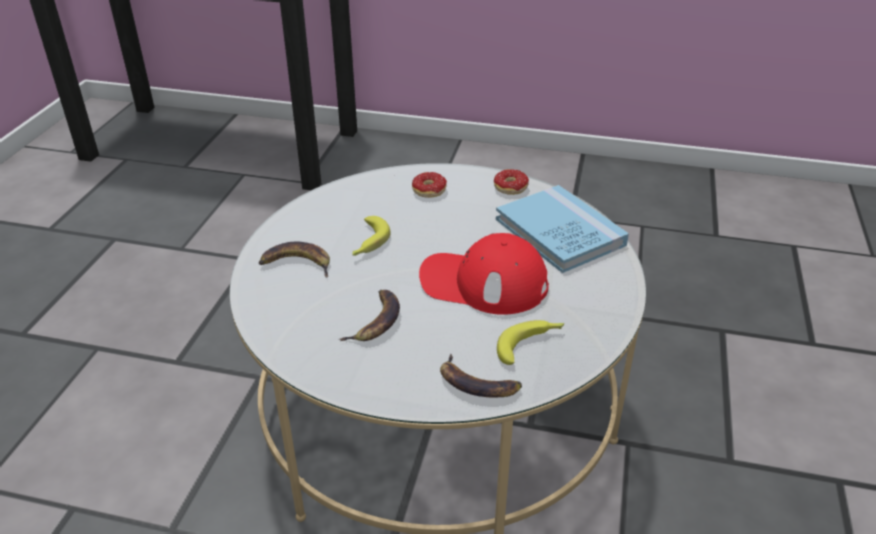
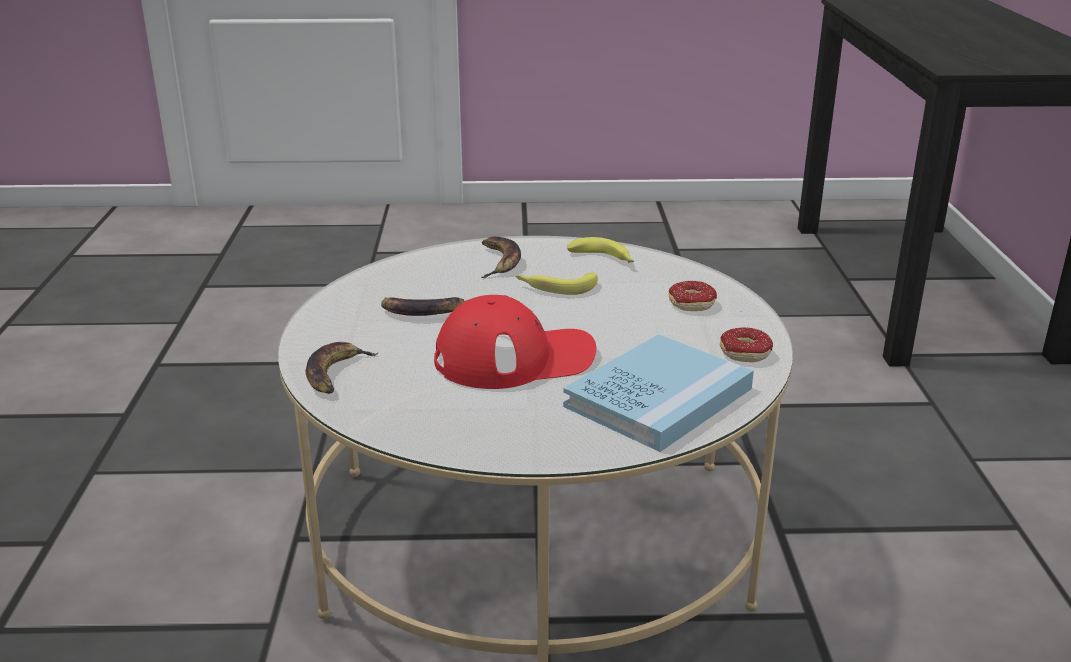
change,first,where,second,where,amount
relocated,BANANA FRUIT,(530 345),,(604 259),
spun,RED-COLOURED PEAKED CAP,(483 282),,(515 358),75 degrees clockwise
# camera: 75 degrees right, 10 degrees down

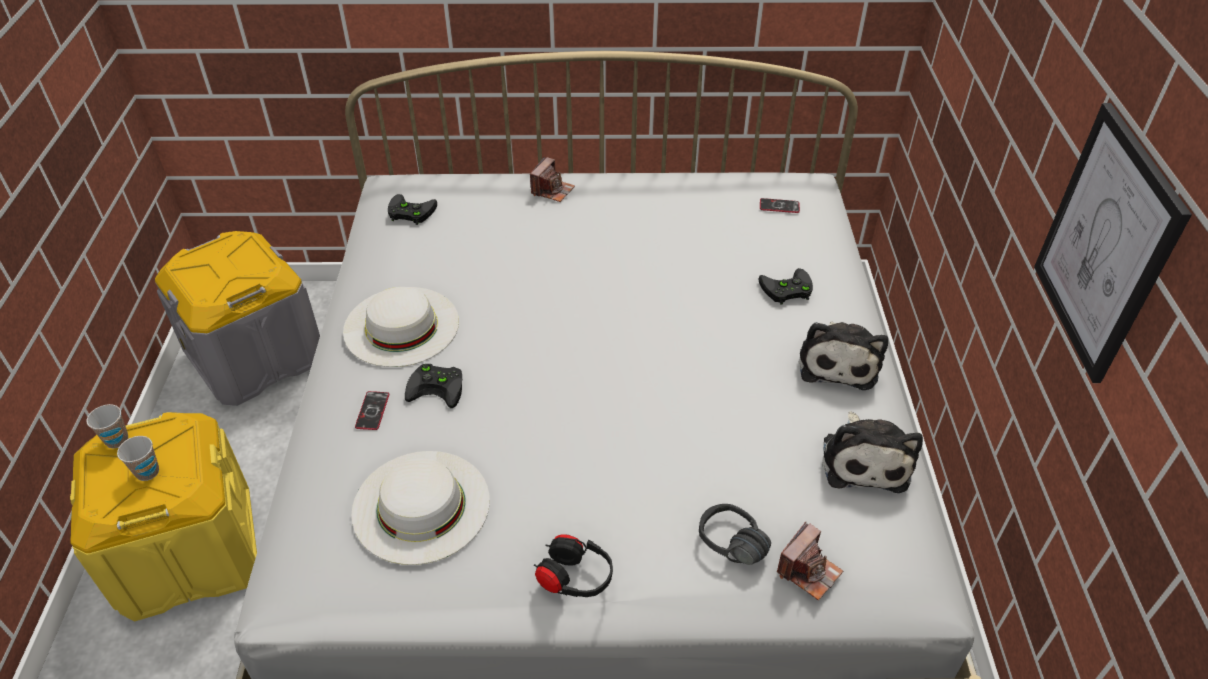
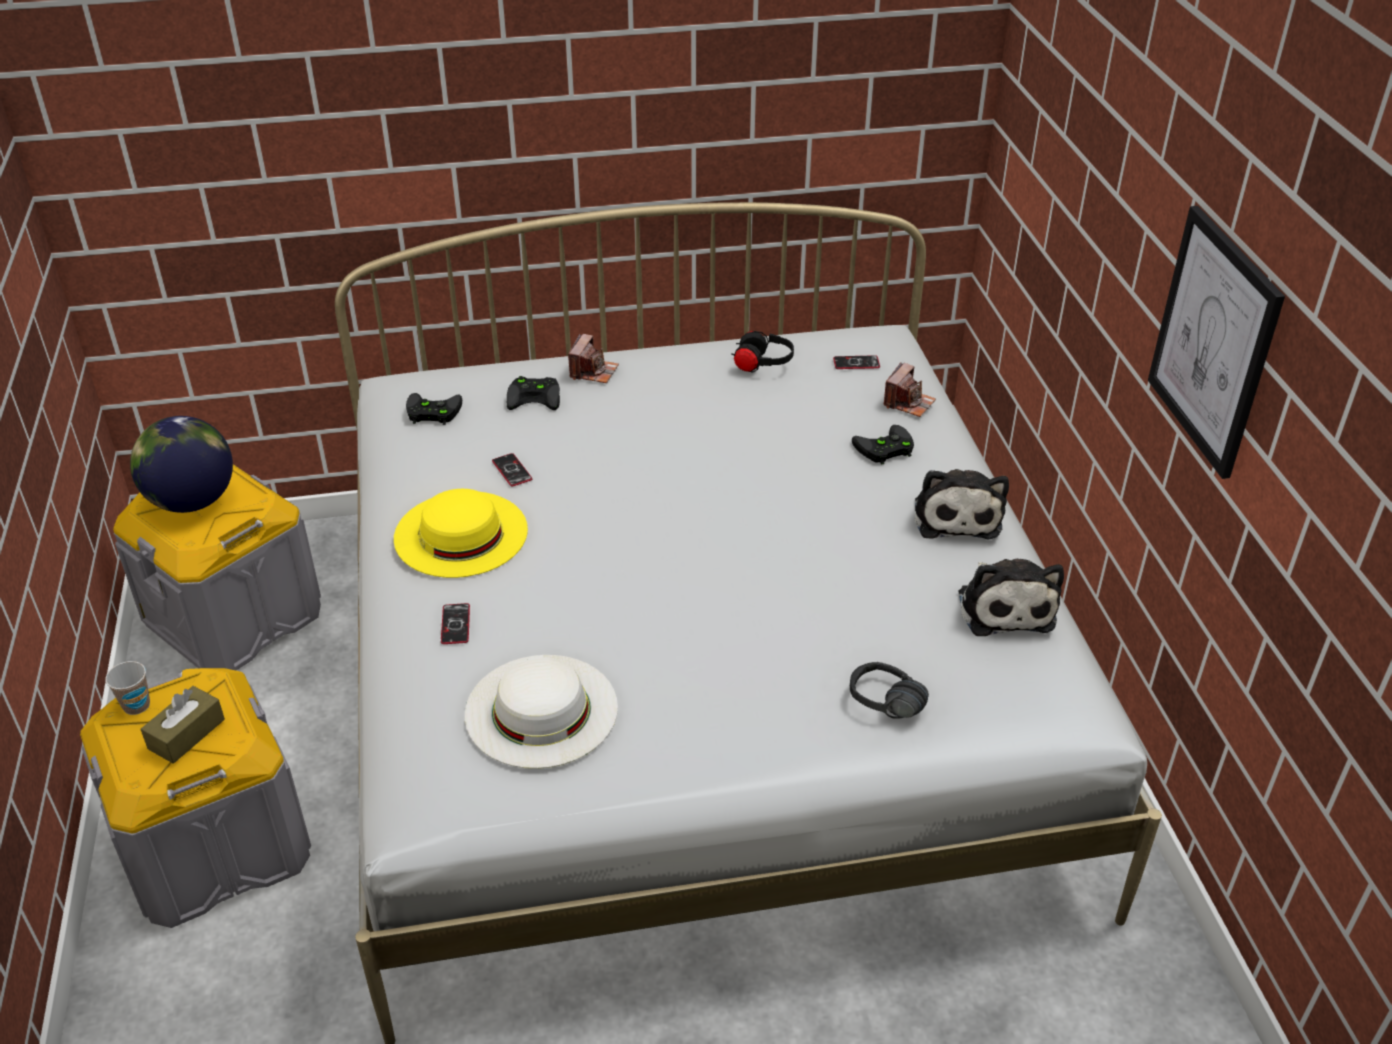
change,first,where,second,where,amount
appeared,,,GLOBE,(192 501),
appeared,,,HANDSET,(512 470),
relocated,BLACK-COLOURED GAMEPAD,(438 387),,(536 396),
relocated,BLACK-COLOURED HEADPHONES,(574 579),,(762 365),
relocated,PHOTO CAMERA,(808 571),,(908 403),
exchanged,SMALL CUP,(147 472),BROWNISH BOX OF TISSUES,(186 734),
colour,YELLOW STORAGE BIN,(188 552),GREY STORAGE BIN,(214 845),
colour,WHITISH WEARABLE HAT,(401 326),YELLOW WEARABLE HAT,(461 534),
# camera: 10 degrees left, 5 degrees down

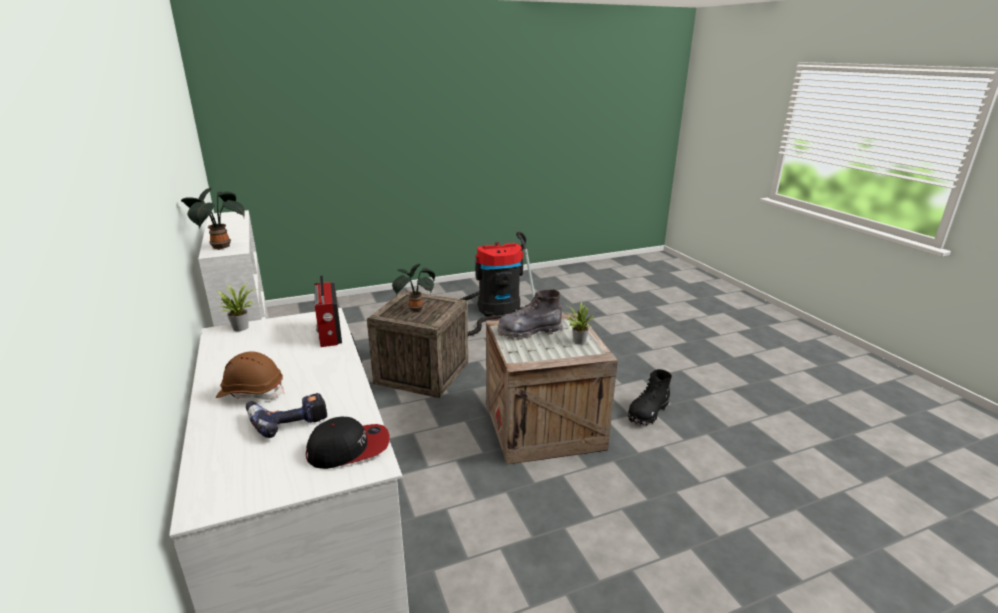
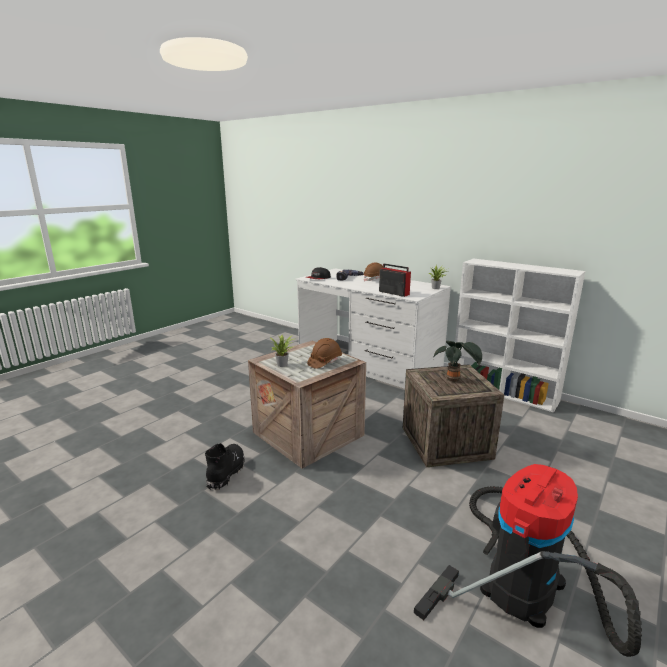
change,first,where,second,where,amount
missing,PLANT IN A POT,(219 247),,,
exchanged,GREY BOOT,(529 332),BROWNISH HARD HAT,(324 362),
# camera: 150 degrees right, 5 degrees down

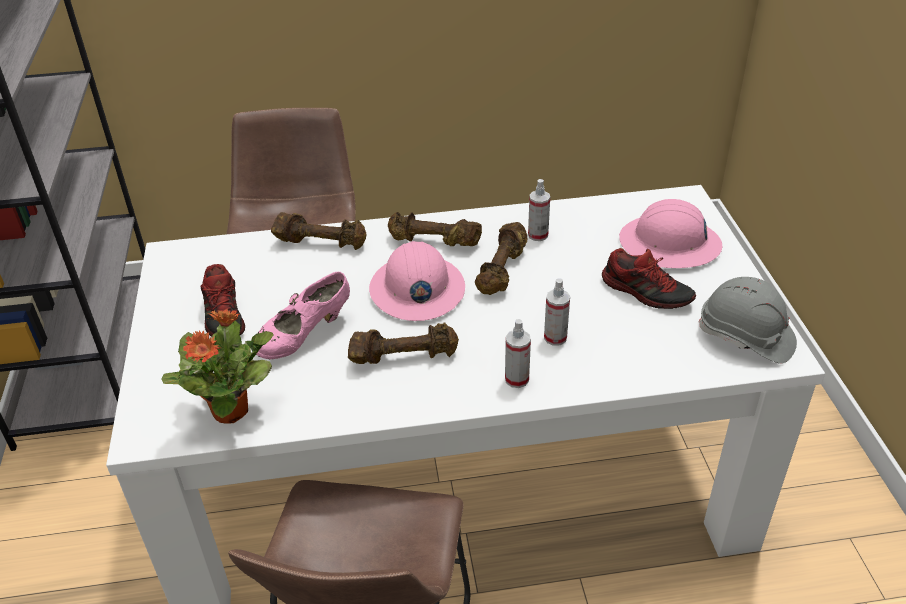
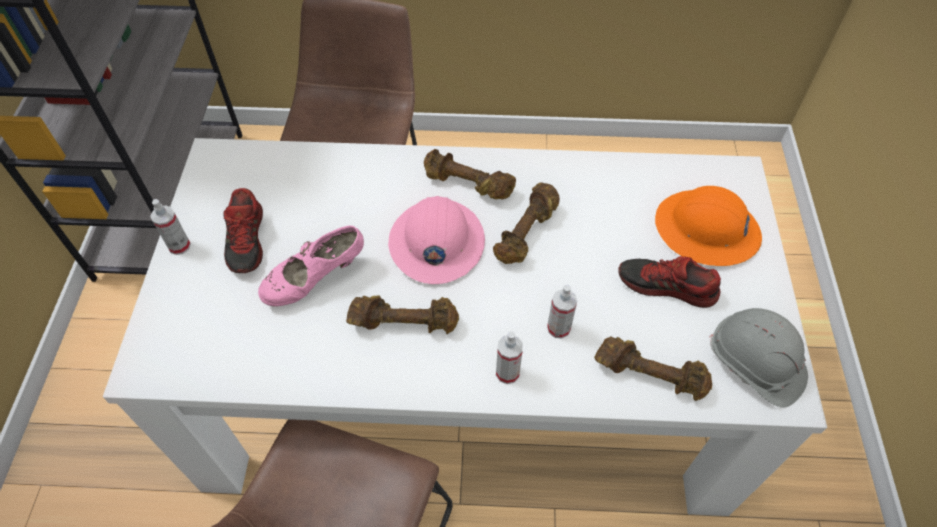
change,first,where,second,where,amount
missing,PLANT IN A POT,(231 410),,,
relocated,BROWNISH HAND WEIGHT,(321 242),,(650 374),
relocated,SPRAY BOTTLE,(538 235),,(179 246),
colour,PINKISH HARD HAT,(669 244),ORANGE HARD HAT,(706 230),
spun,LOW SHOE,(646 292),,(666 287),150 degrees clockwise
# camera: 10 degrees right, 15 degrees up

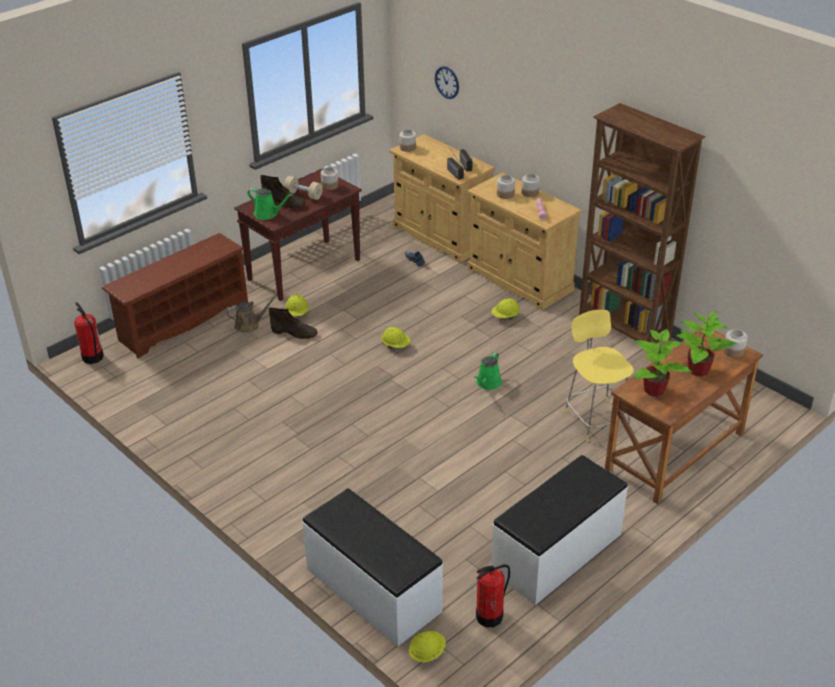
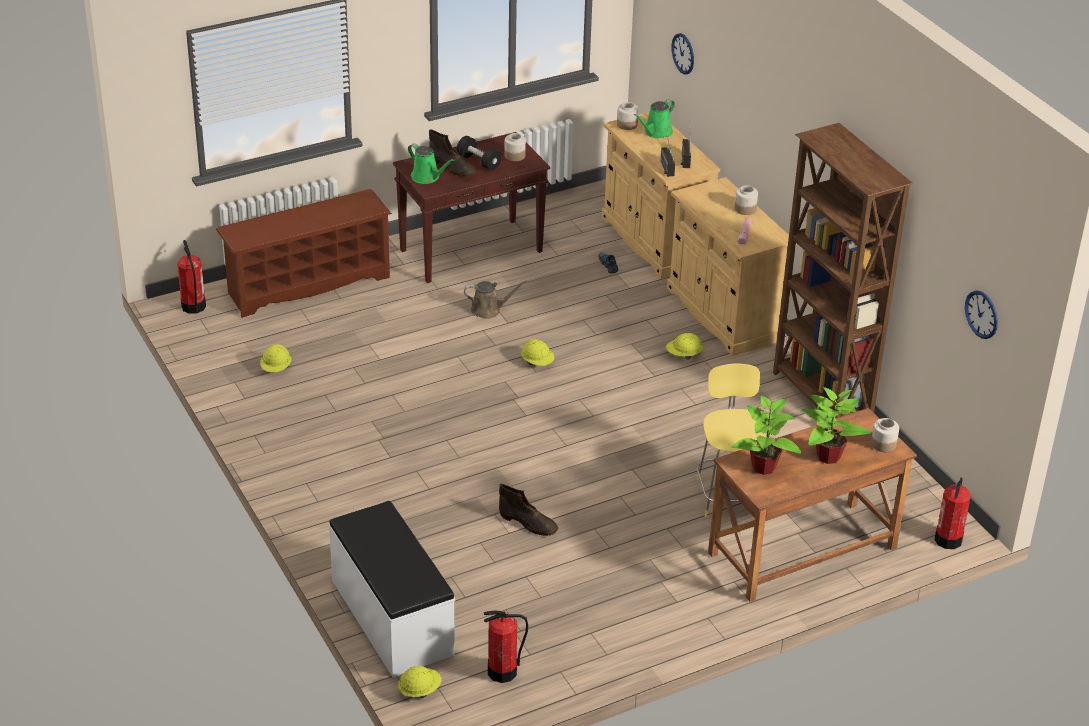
change,first,where,second,where,amount
missing,WHITISH LONG SEAT,(558 553),,,
missing,STORAGE JAR,(505 194),,,
appeared,,,EXTINGUISHER,(948 539),
appeared,,,CLOCK ON THE WALL,(981 314),
relocated,BROWNISH WATERING CAN,(249 325),,(489 310),
relocated,BROWNISH BOOT,(294 333),,(528 523),
relocated,YELLOW HARD HAT,(297 313),,(276 368),
relocated,GREENISH WATERING CAN,(487 383),,(656 132),
colour,BEIGE-COLOURED HAND WEIGHT,(303 195),BLACK-COLOURED HAND WEIGHT,(479 161),
# camera: 15 degrees right, 0 degrees up

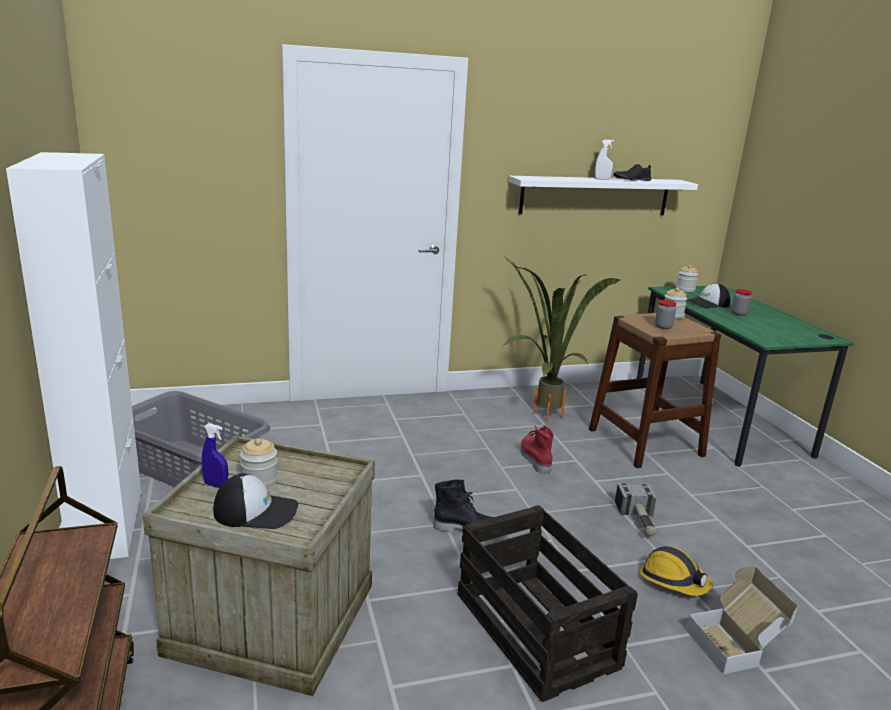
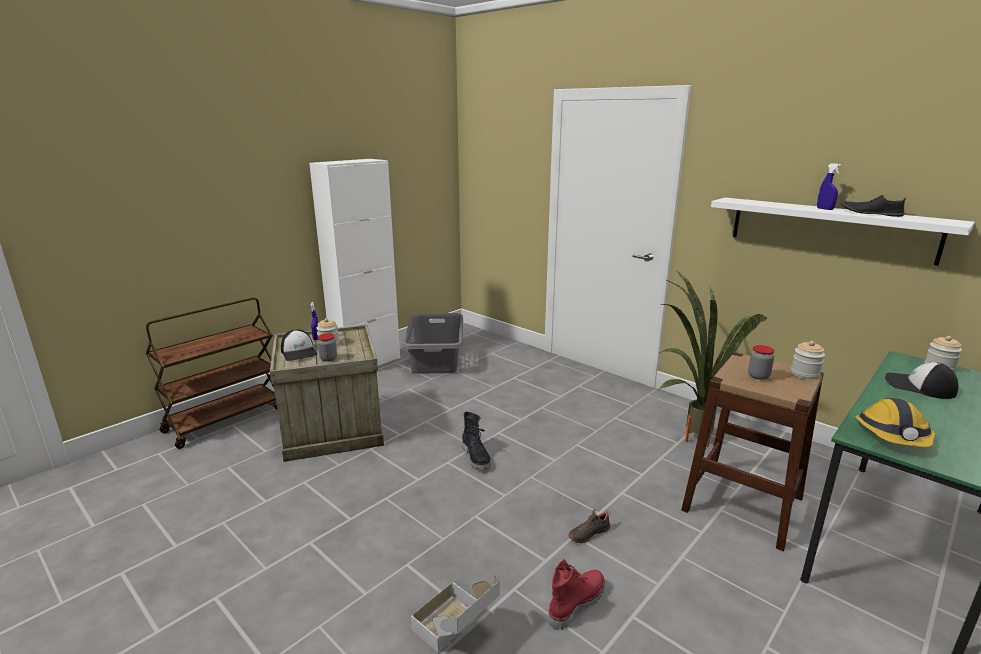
change,first,where,second,where,amount
missing,CRATE,(534 629),,,
relocated,RED-COLOURED BOOT,(534 459),,(575 603),
relocated,HARD HAT,(673 581),,(893 436),
relocated,STORAGE JAR,(739 314),,(328 359),
exchanged,HAMMER,(639 521),BLACK-COLOURED LOW SHOE,(588 533),
colour,WHITISH SPRAY BOTTLE,(602 179),BLUE-COLOURED SPRAY BOTTLE,(825 209),
# camera: 60 degrees right, 0 degrees up

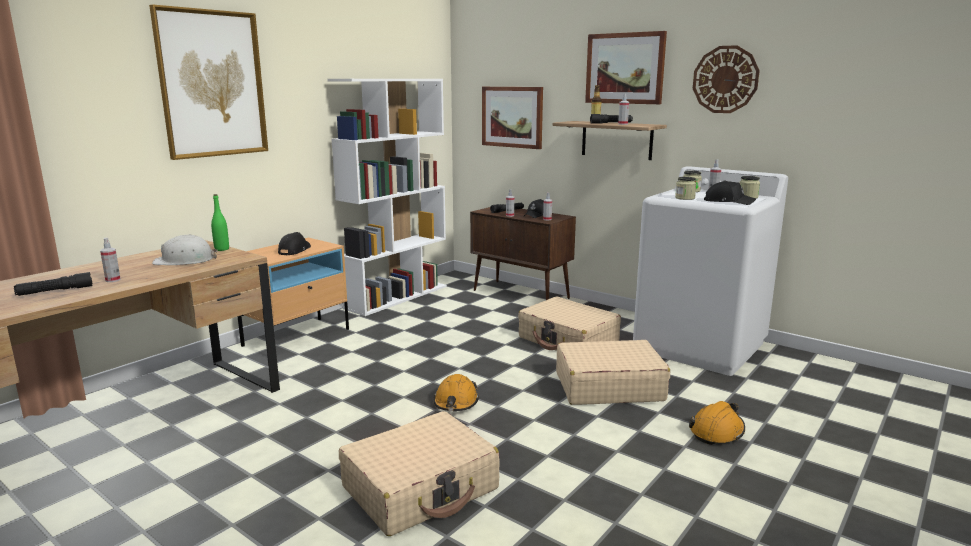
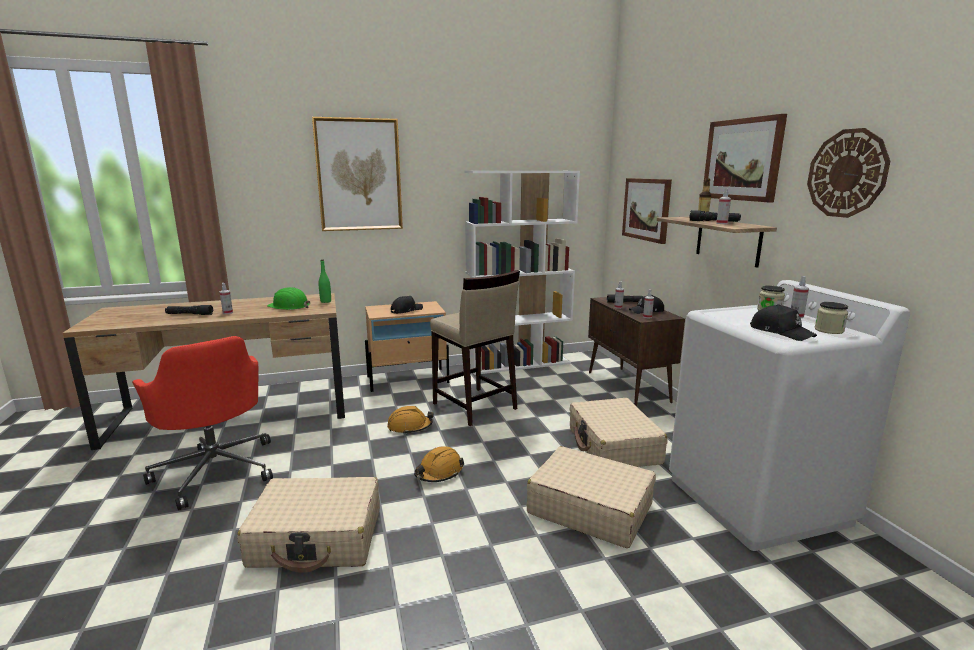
change,first,where,second,where,amount
missing,STORAGE JAR,(685 198),,,
appeared,,,RED-COLOURED OFFICE CHAIR,(216 470),
appeared,,,BEIGE-COLOURED STOOL,(474 406),
relocated,ORANGE HARD HAT,(717 431),,(410 427),
colour,WHITISH HARD HAT,(185 260),GREENISH HARD HAT,(289 306),
# camera: 35 degrees right, 0 degrees up

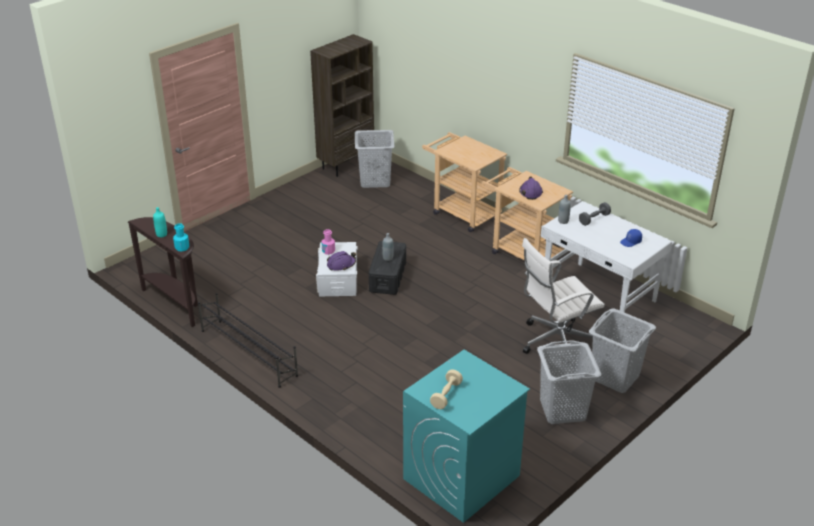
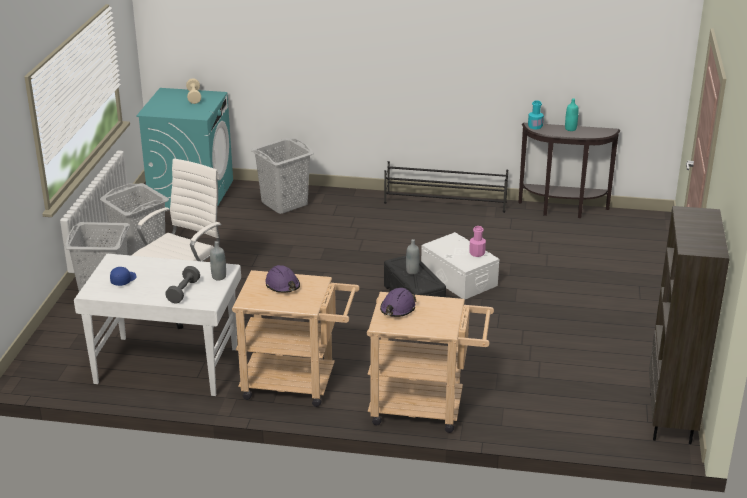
change,first,where,second,where,amount
relocated,PURPLE-COLOURED HARD HAT,(341 265),,(397 309),
relocated,GREY WASHING BASKET,(374 180),,(285 203),
# camera: 145 degrees right, 5 degrees down

